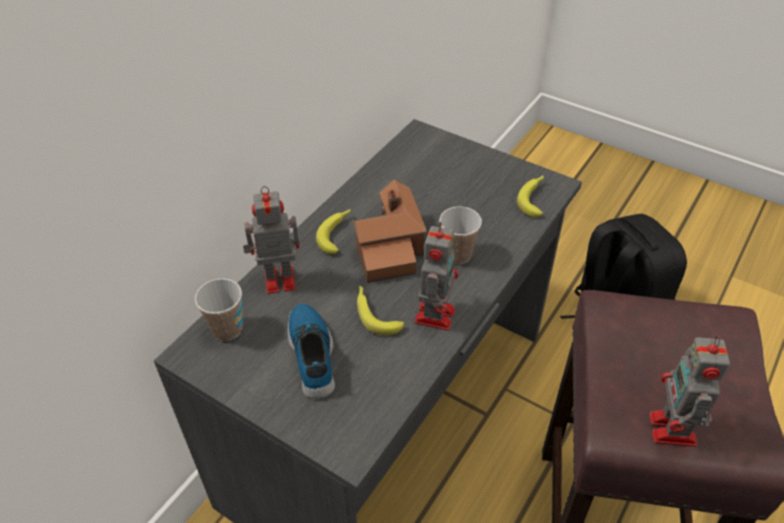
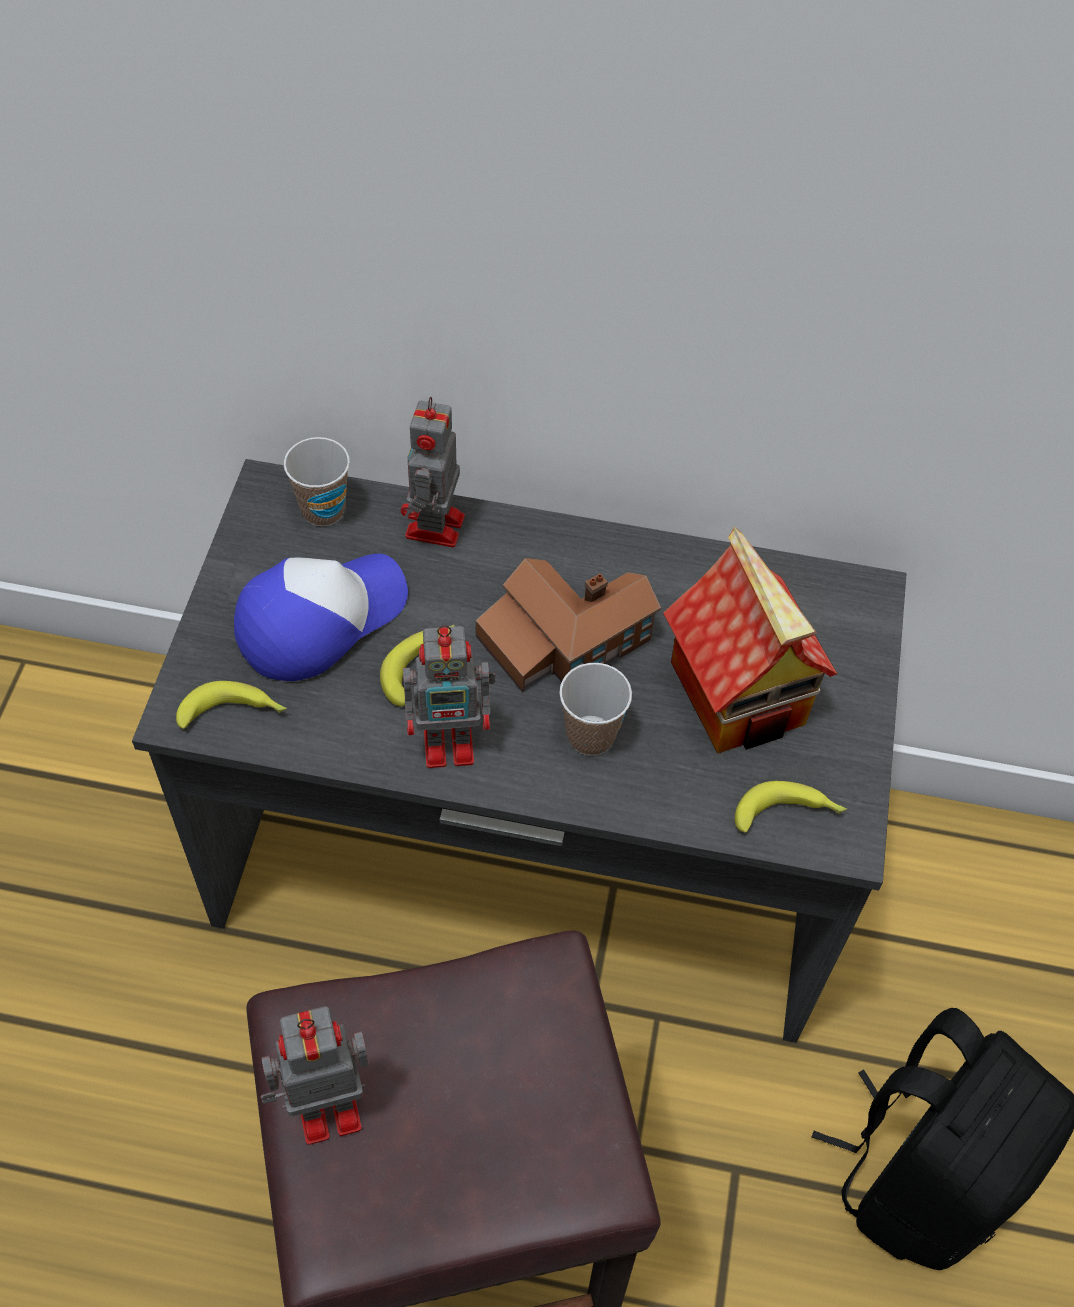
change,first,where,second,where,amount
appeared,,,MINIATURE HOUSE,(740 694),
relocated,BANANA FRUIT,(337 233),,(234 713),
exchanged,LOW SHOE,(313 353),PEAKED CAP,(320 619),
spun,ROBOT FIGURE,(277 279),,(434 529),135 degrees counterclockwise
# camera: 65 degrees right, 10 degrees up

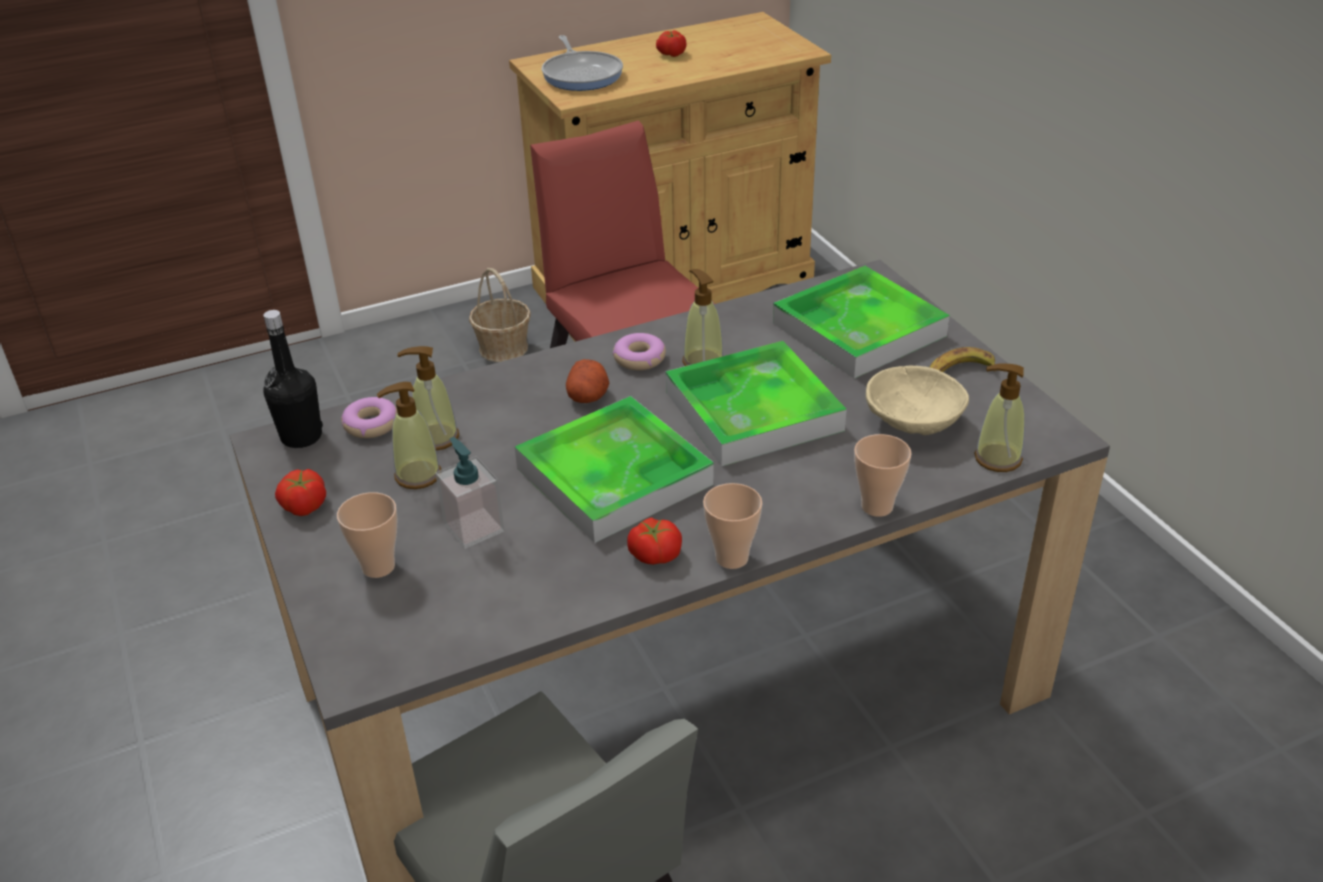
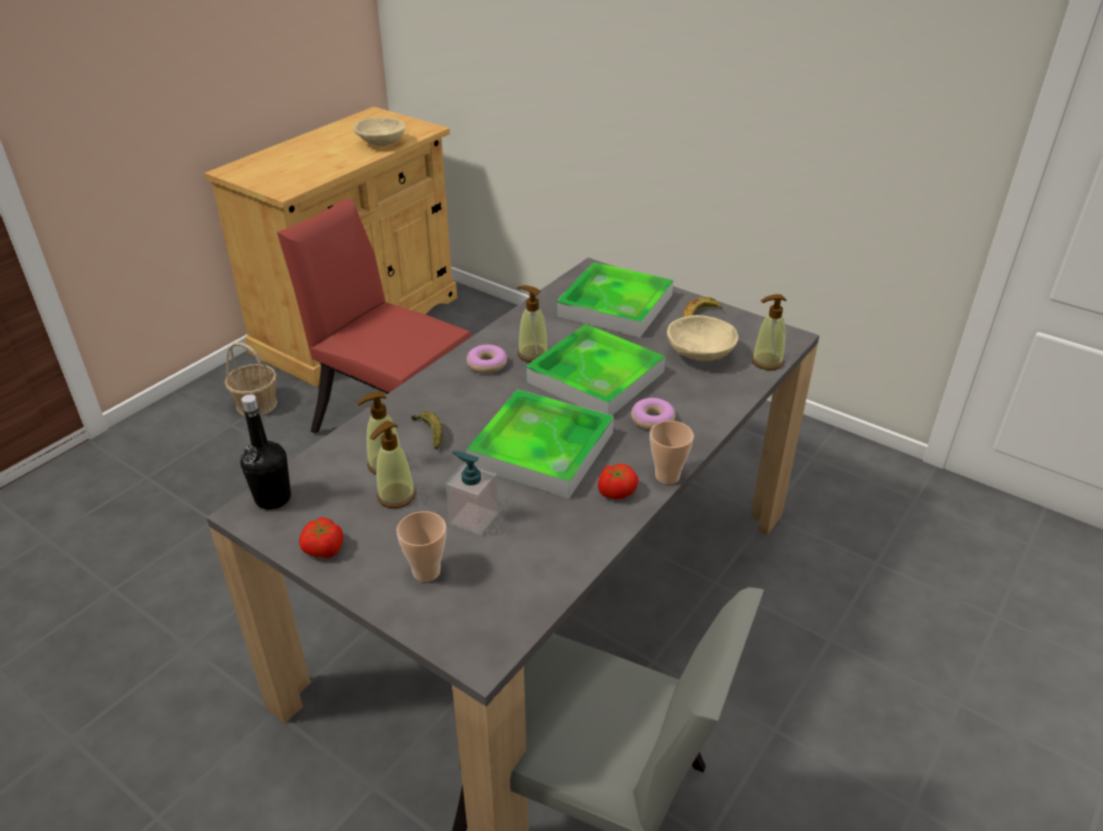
change,first,where,second,where,amount
missing,FRYING PAN,(582 75),,,
missing,WHOLE POTATO,(588 396),,,
missing,TOMATO,(671 54),,,
missing,SMALL CUP,(877 506),,,
appeared,,,BEIGE-COLOURED DEEP DISH,(380 144),
appeared,,,BANANA FRUIT,(430 433),
relocated,DONUT,(371 425),,(652 420),
# camera: 30 degrees left, 0 degrees up

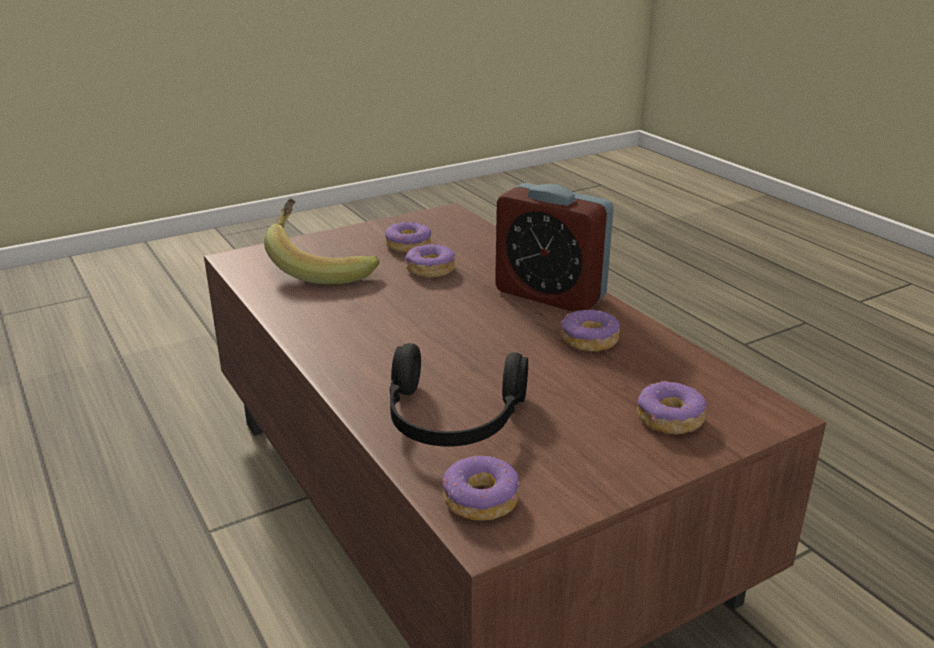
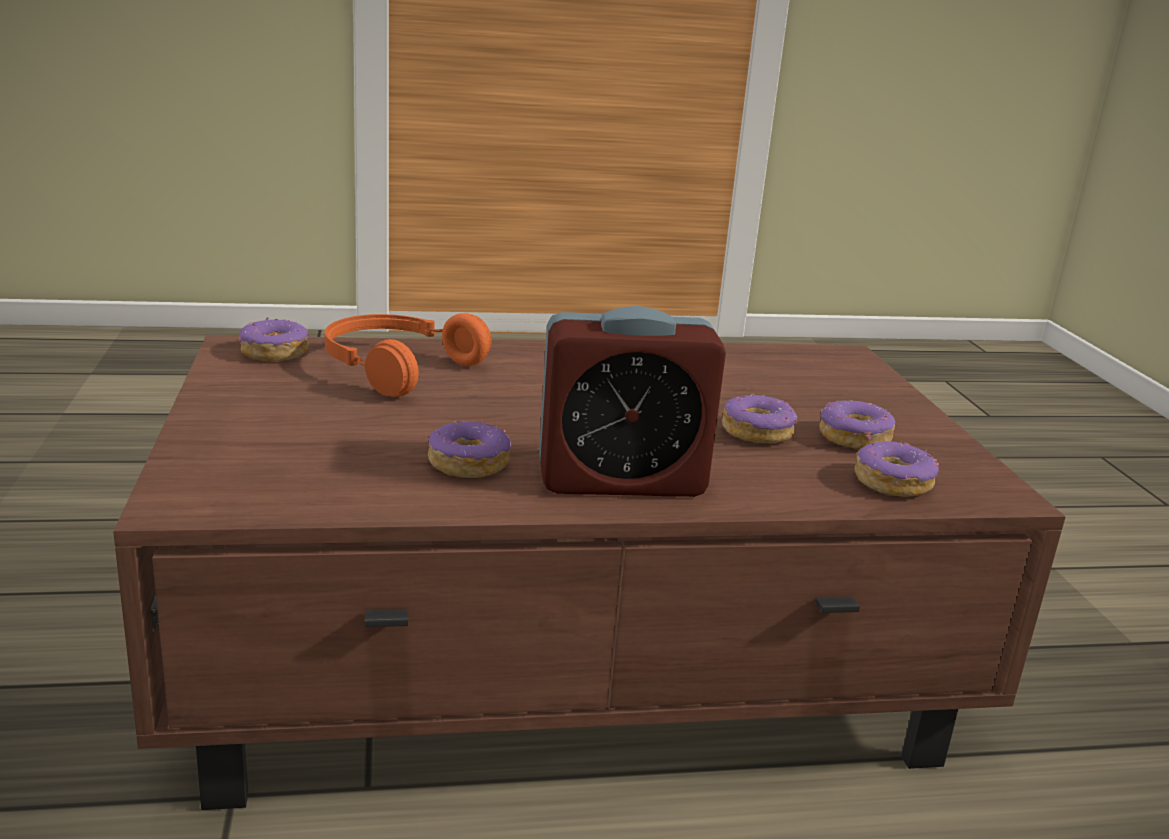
change,first,where,second,where,amount
missing,BANANA FRUIT,(321 266),,,
relocated,DONUT,(669 419),,(892 482),
colour,BLACK-COLOURED HEADPHONES,(452 419),ORANGE HEADPHONES,(395 368),
spun,ALARM CLOCK,(550 294),,(621 480),150 degrees counterclockwise
# camera: 110 degrees right, 5 degrees down

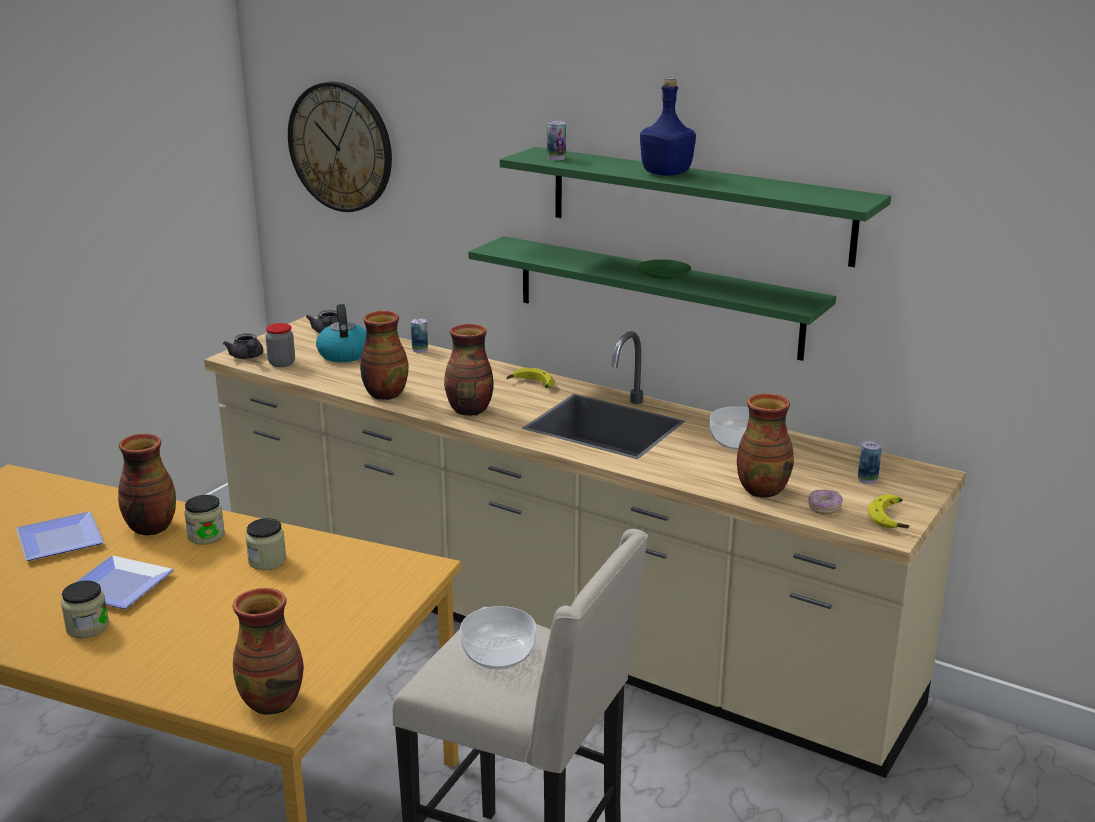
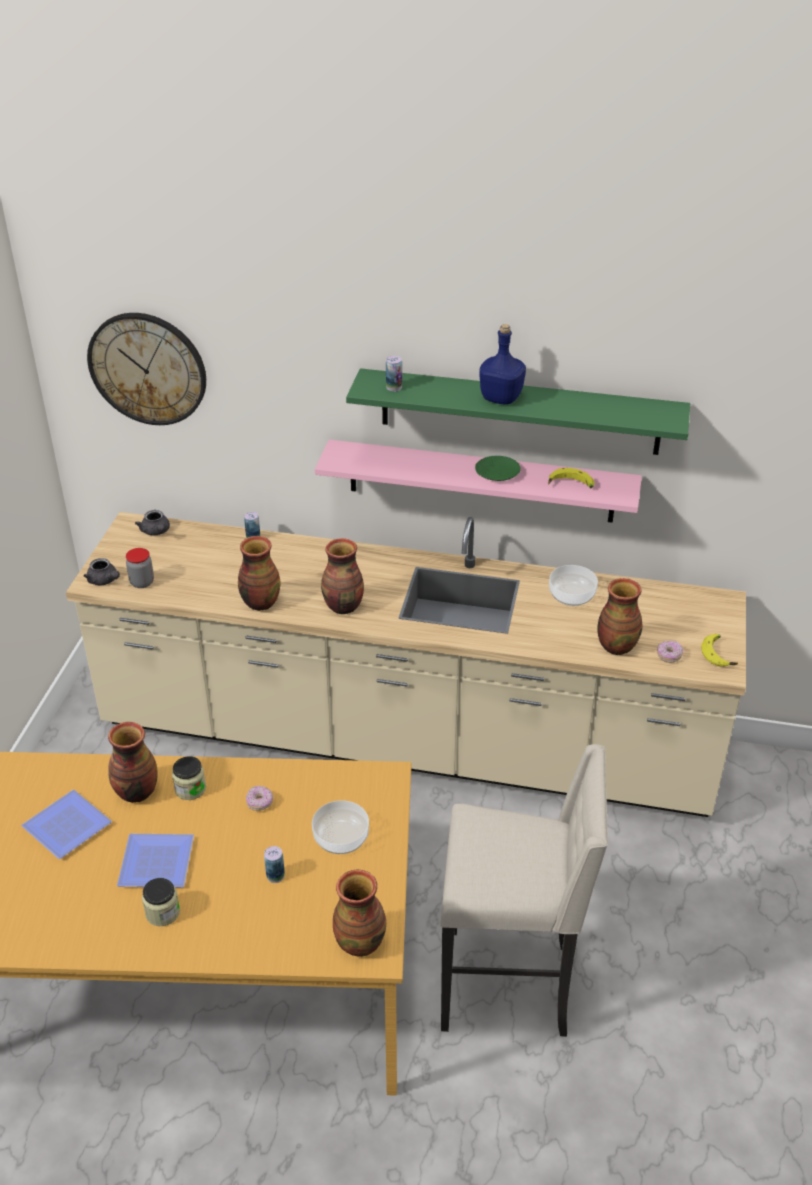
change,first,where,second,where,amount
missing,WATER KETTLE,(344 354),,,
relocated,DEEP DISH,(499 653),,(341 837),
relocated,BANANA FRUIT,(531 385),,(570 485),
relocated,SEALED CAN,(867 479),,(275 876),
exchanged,STORAGE JAR,(267 561),DONUT,(260 802),
colour,GREENISH SHELF,(656 296),PINKISH SHELF,(481 481),
# camera: 20 degrees left, 15 degrees up

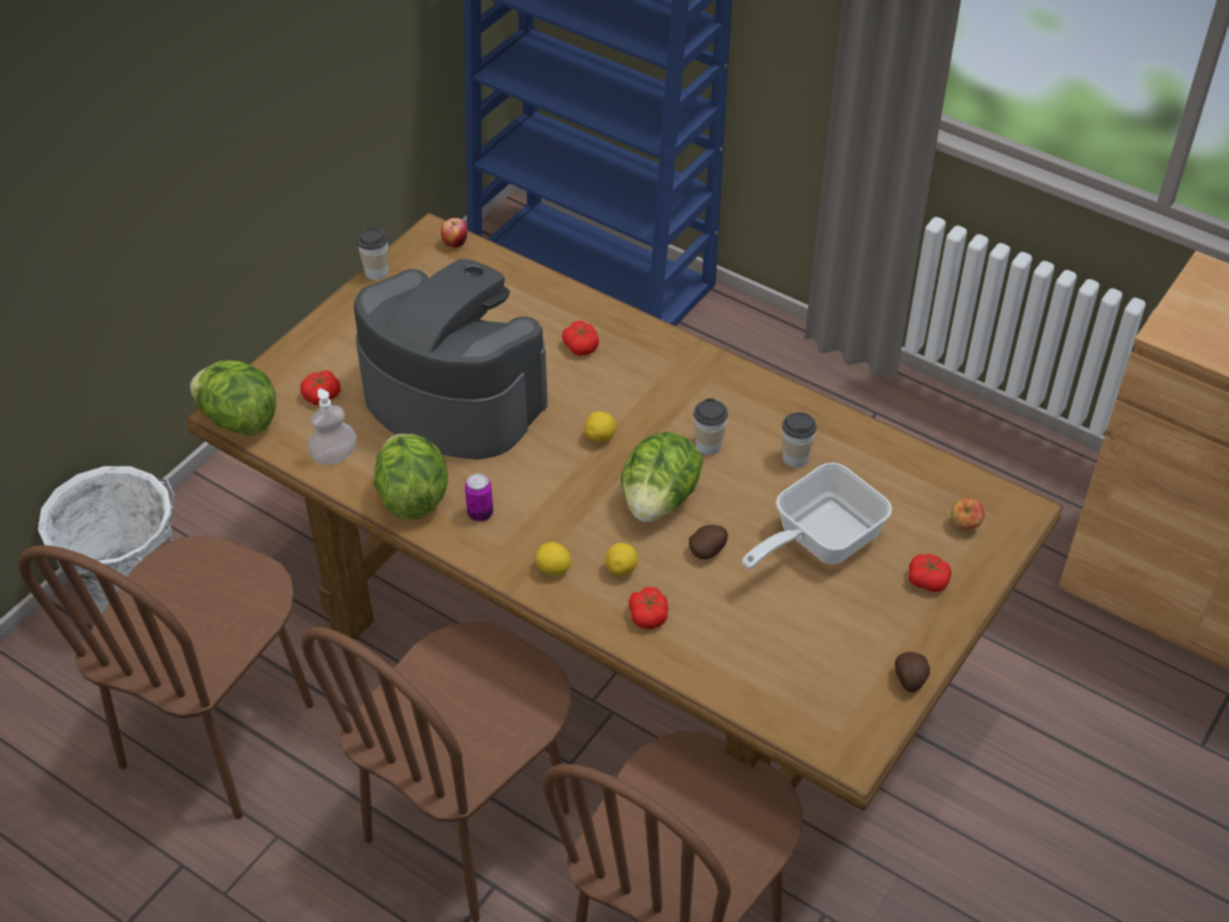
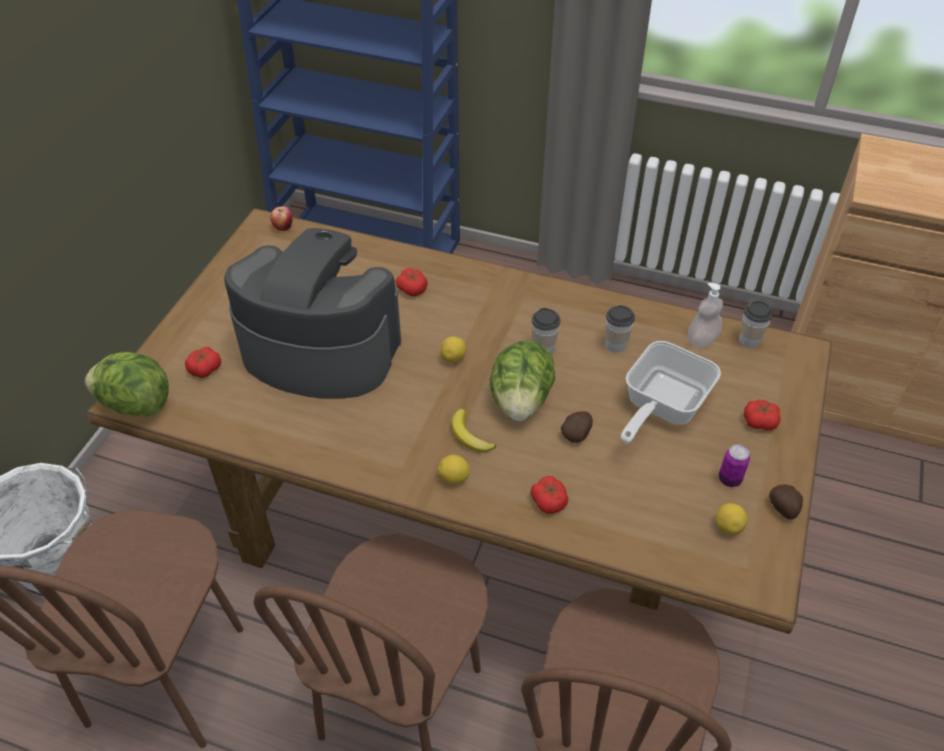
change,first,where,second,where,amount
missing,LETTUCE HEAD,(412 496),,,
missing,APPLE FRUIT,(965 525),,,
appeared,,,BANANA FRUIT,(469 436),
relocated,LIQUID SOAP BOTTLE,(334 455),,(702 340),
relocated,SMALL CUP,(376 272),,(749 340),
relocated,SEALED CAN,(480 514),,(729 479),
relocated,LEMON,(621 569),,(728 527),
# camera: 15 degrees left, 0 degrees up

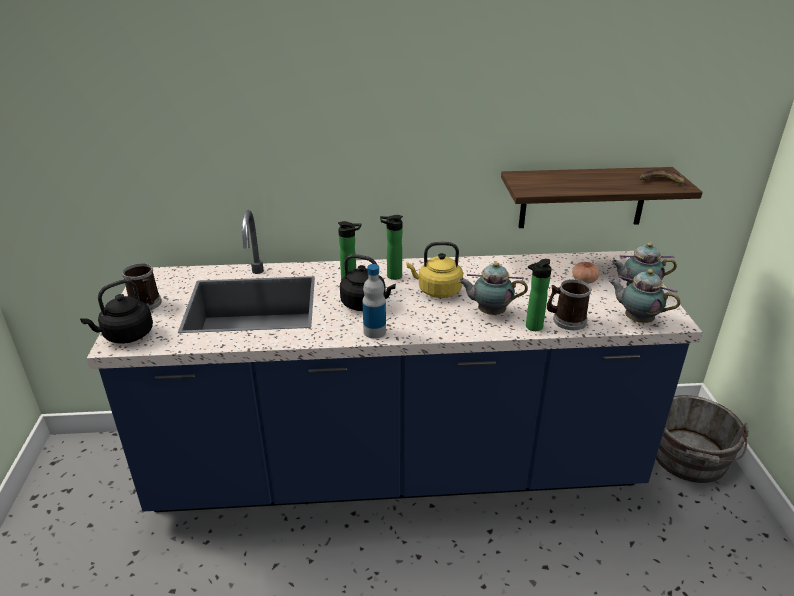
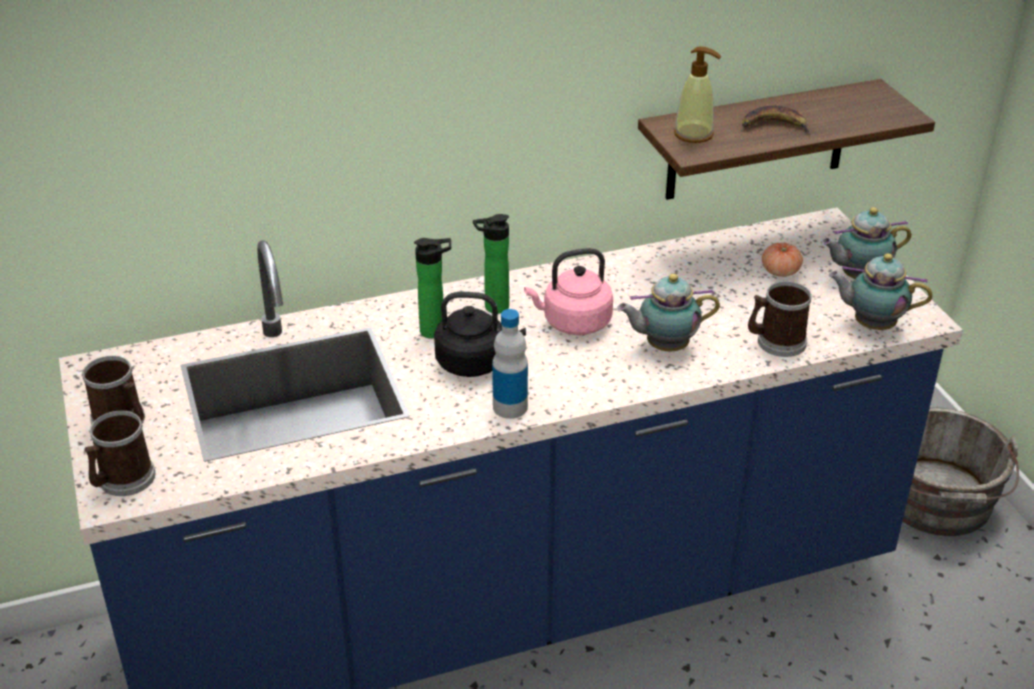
change,first,where,second,where,amount
missing,DRINK BOTTLE,(532 327),,,
appeared,,,LIQUID SOAP BOTTLE,(694 134),
relocated,BANANA FRUIT,(661 182),,(774 126),
exchanged,BLACK-COLOURED WATER KETTLE,(126 335),COFFEE MUG,(122 481),
colour,YELLOW WATER KETTLE,(437 291),PINKISH WATER KETTLE,(573 323),
# camera: 15 degrees left, 5 degrees up

